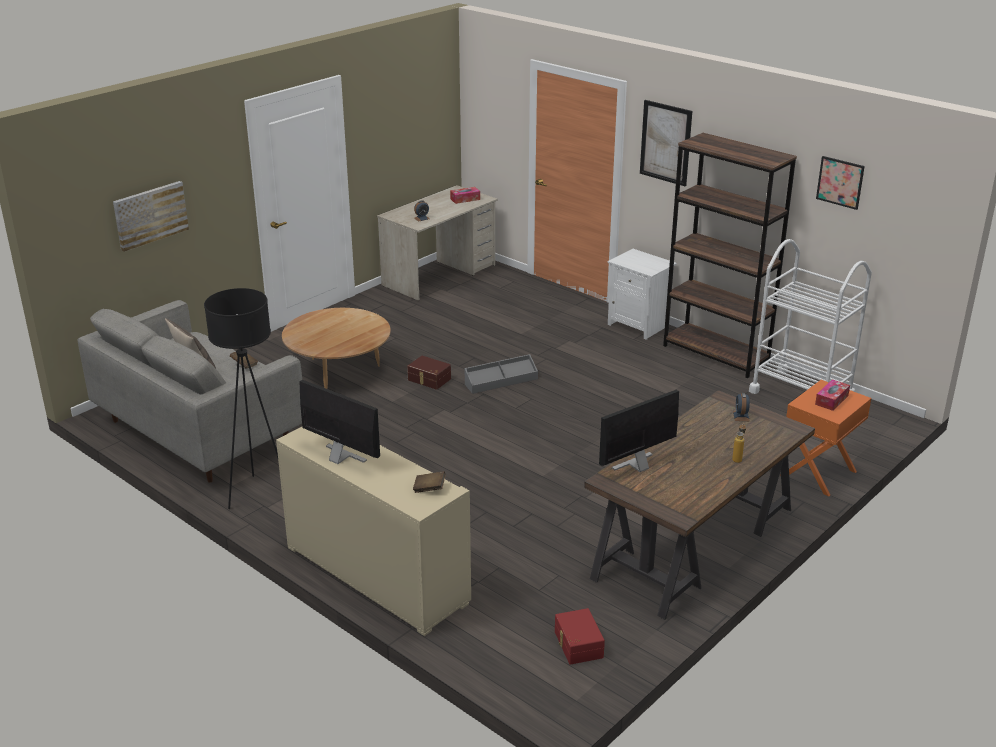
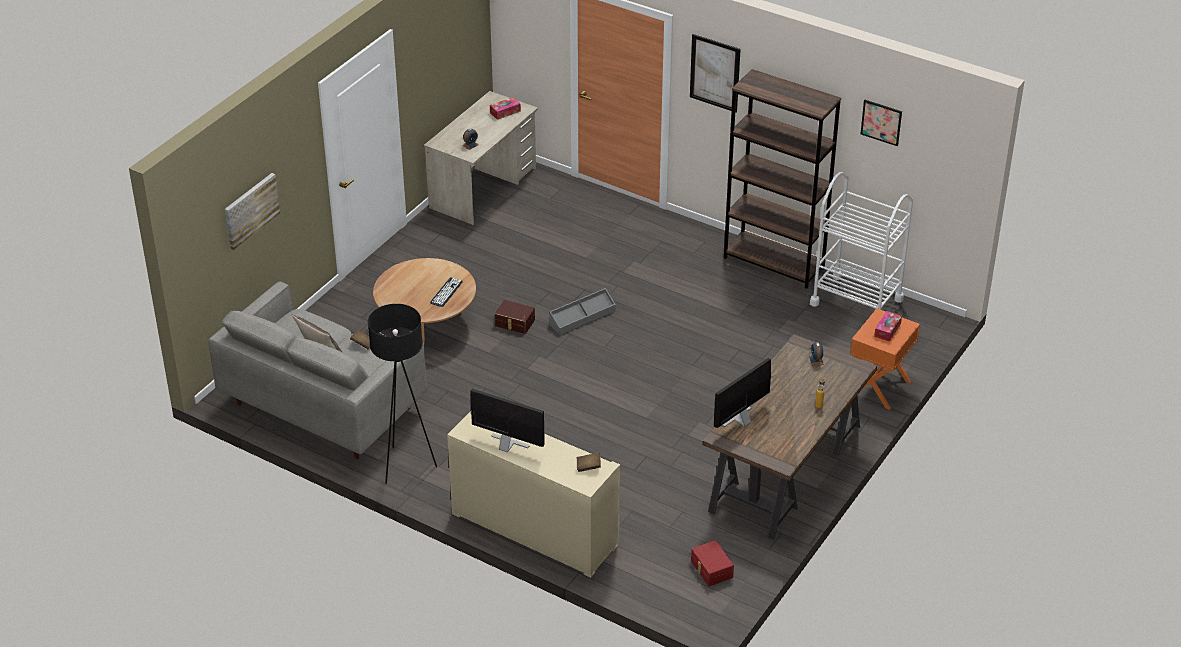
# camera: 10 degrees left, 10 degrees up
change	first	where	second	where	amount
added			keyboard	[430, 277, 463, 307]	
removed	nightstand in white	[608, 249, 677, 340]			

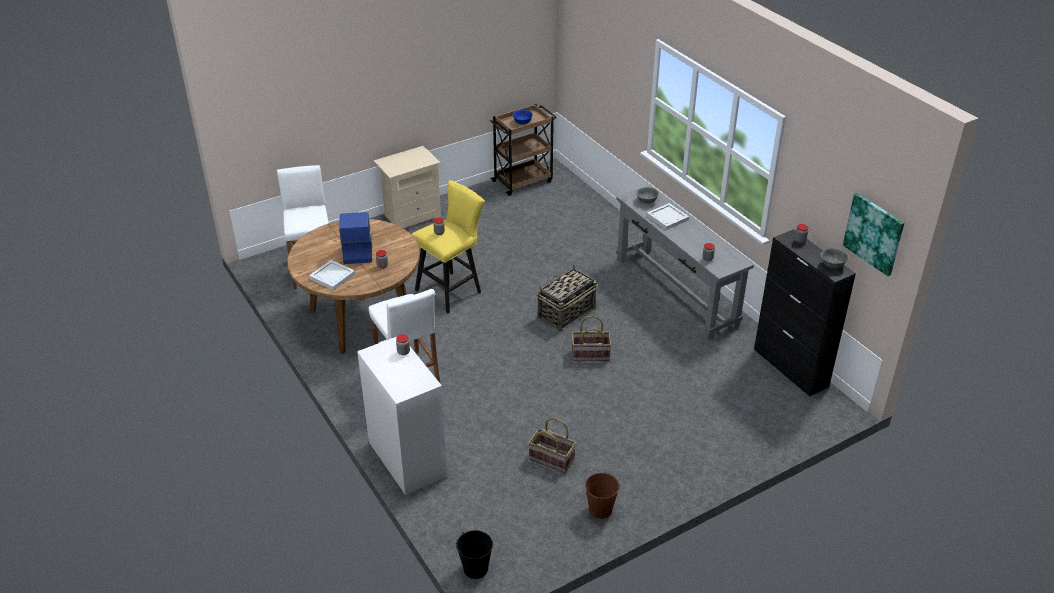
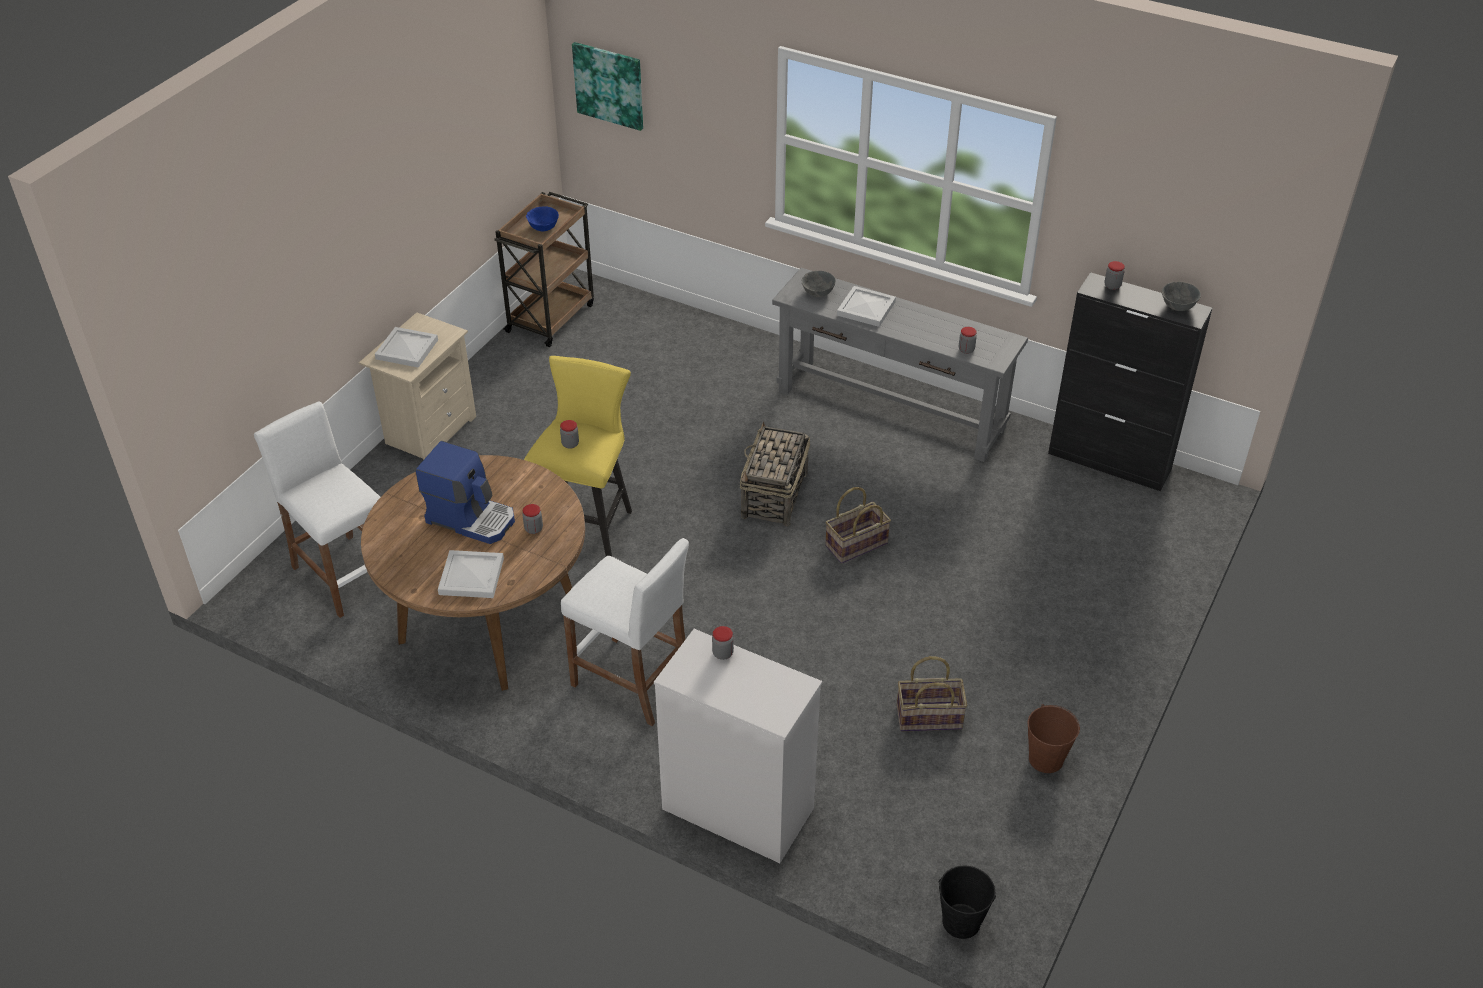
# camera: 30 degrees left, 5 degrees up
change	first	where	second	where	amount
added			tray in white	[375, 327, 438, 368]	
turned	coffee machine	[339, 212, 372, 264]		[416, 441, 515, 544]	150 degrees clockwise
moved	picture	[843, 193, 904, 276]		[572, 42, 643, 131]	

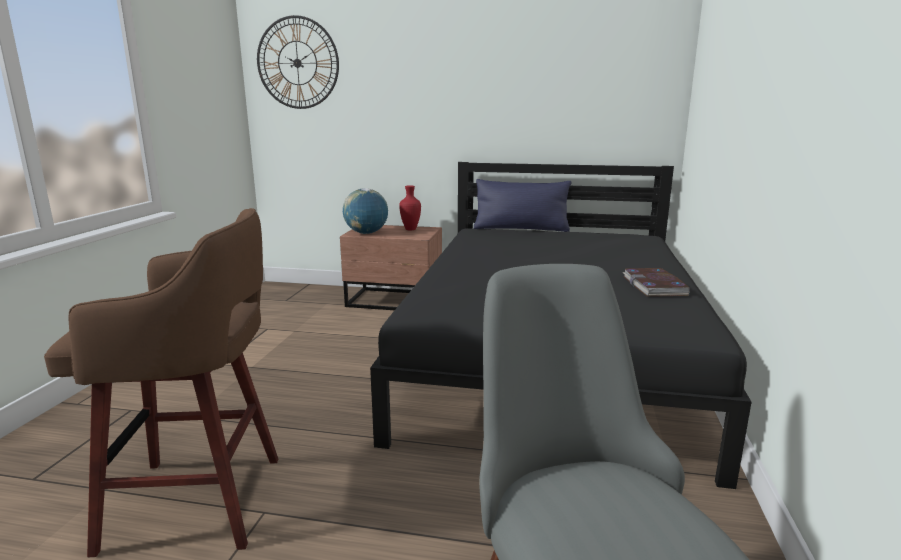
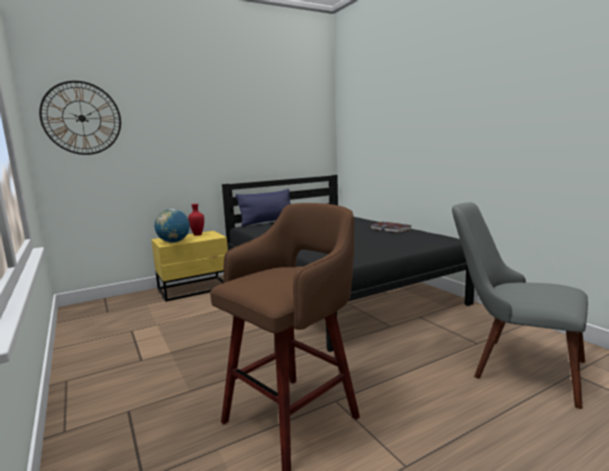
# camera: 40 degrees left, 5 degrees down
change	first	where	second	where	amount
recoloured	nightstand in brown	[340, 225, 442, 310]	nightstand in yellow	[151, 231, 228, 302]	

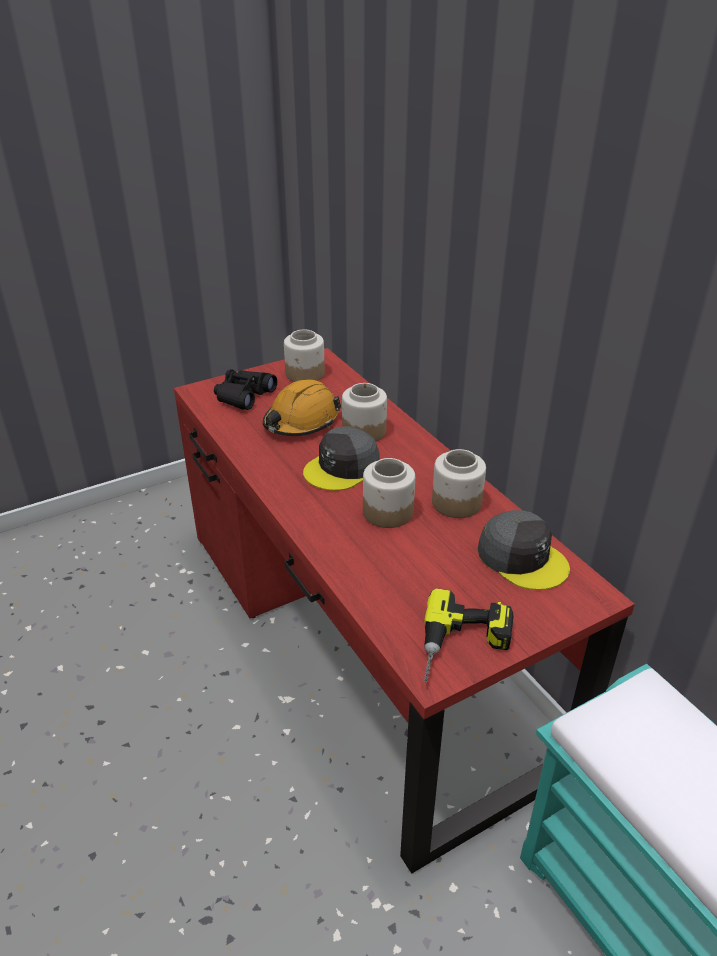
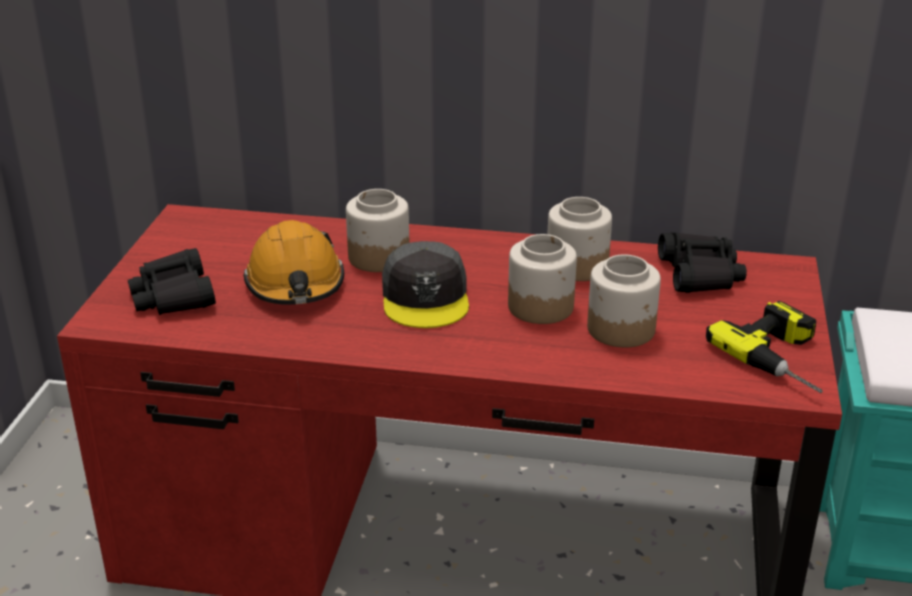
# camera: 50 degrees left, 5 degrees down
change	first	where	second	where	amount
moved	jar	[284, 329, 325, 382]		[587, 254, 661, 348]	
replaced	cap in grey	[478, 510, 570, 590]	binoculars in black	[658, 232, 747, 293]	

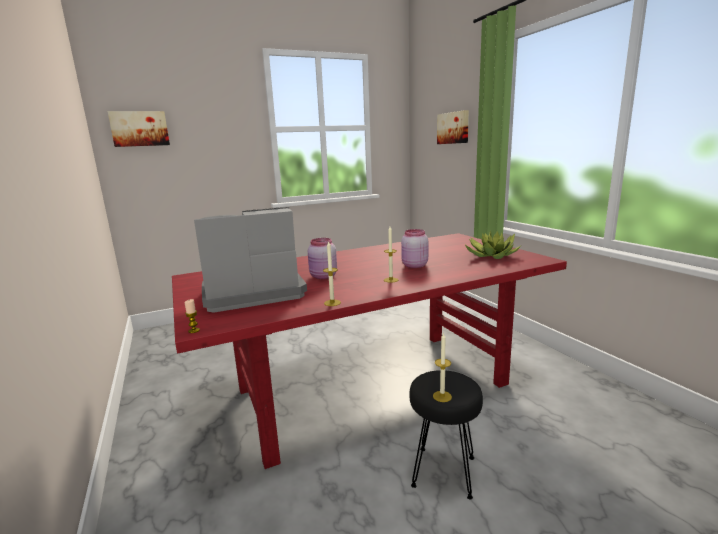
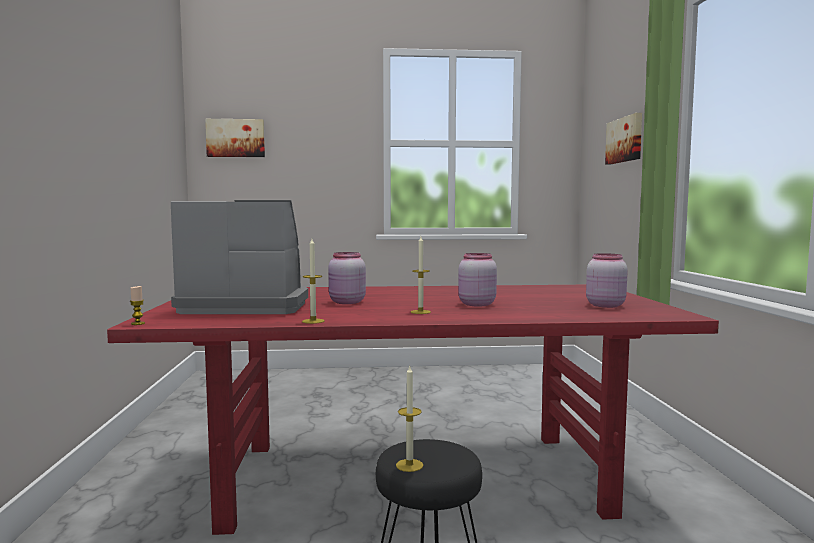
# camera: 20 degrees right, 10 degrees down
change	first	where	second	where	amount
replaced	potted plant	[465, 231, 521, 259]	jar in pink	[586, 253, 628, 308]	

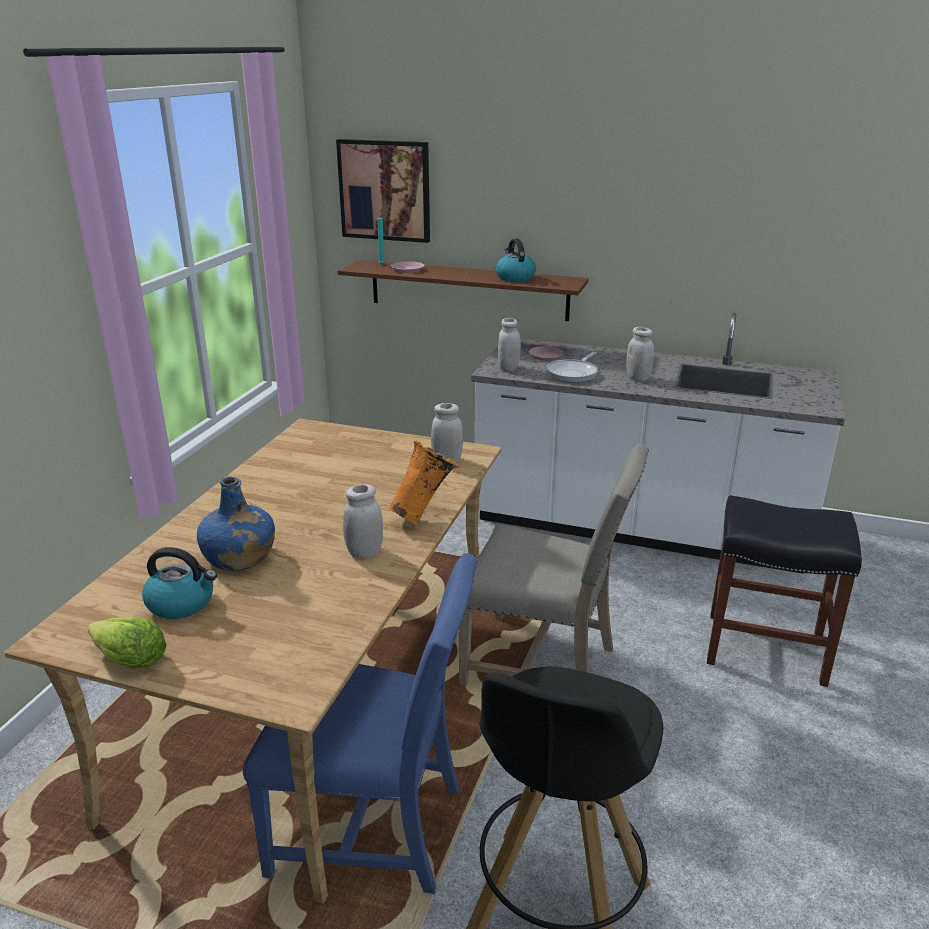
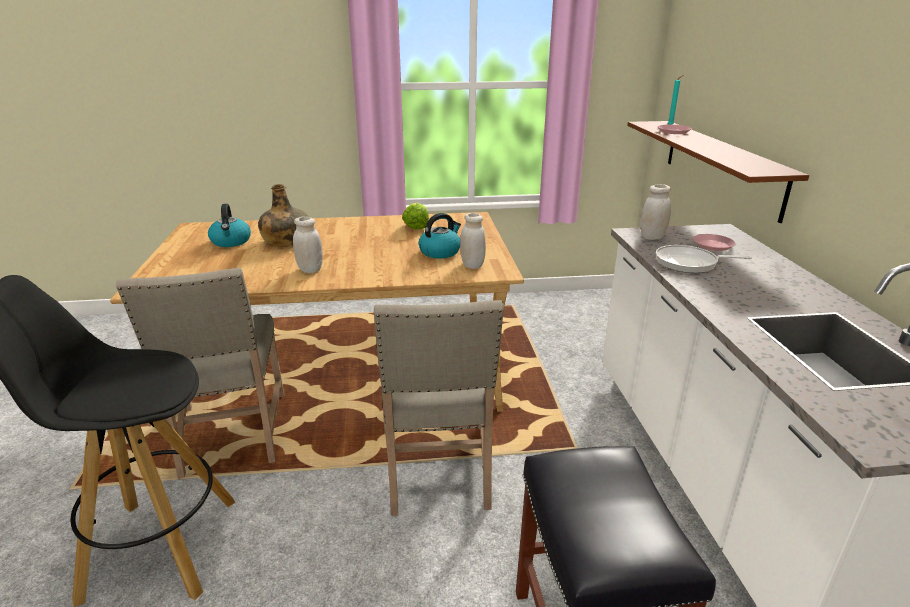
# camera: 65 degrees right, 0 degrees up
change	first	where	second	where	amount
recoloured	chair in blue	[243, 553, 478, 896]	chair in beige	[116, 268, 284, 480]	
recoloured	bottle in blue	[197, 477, 275, 571]	bottle in green	[258, 184, 308, 247]	
moved	lettuce	[87, 617, 167, 669]		[402, 203, 429, 230]	
moved	kettle	[496, 239, 536, 282]		[419, 213, 461, 258]	
removed	picture	[336, 139, 430, 243]			
removed	vase in orange	[389, 441, 459, 525]			
removed	jar in white	[626, 327, 654, 381]			

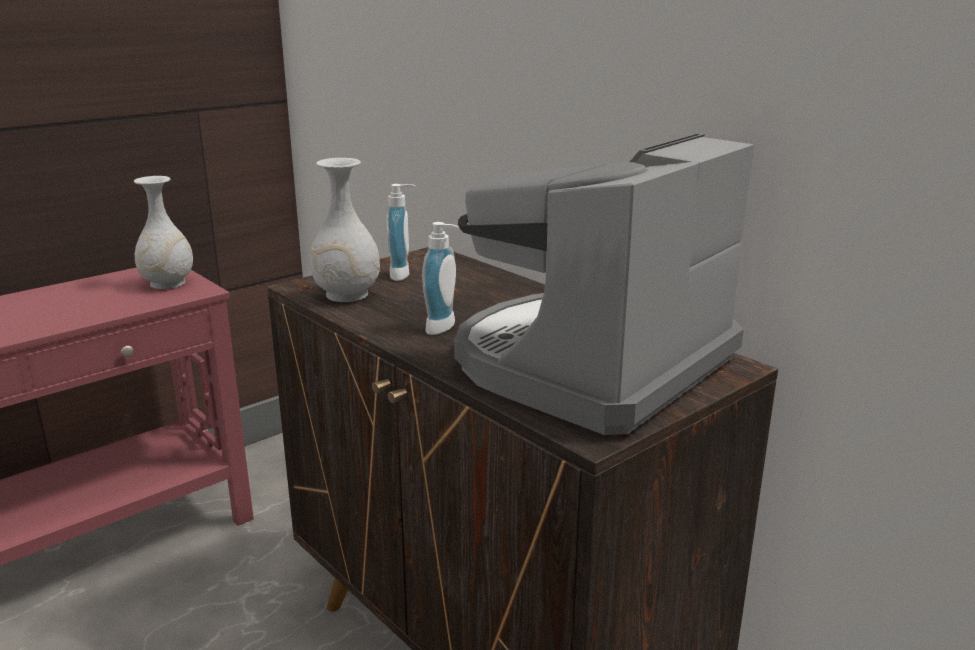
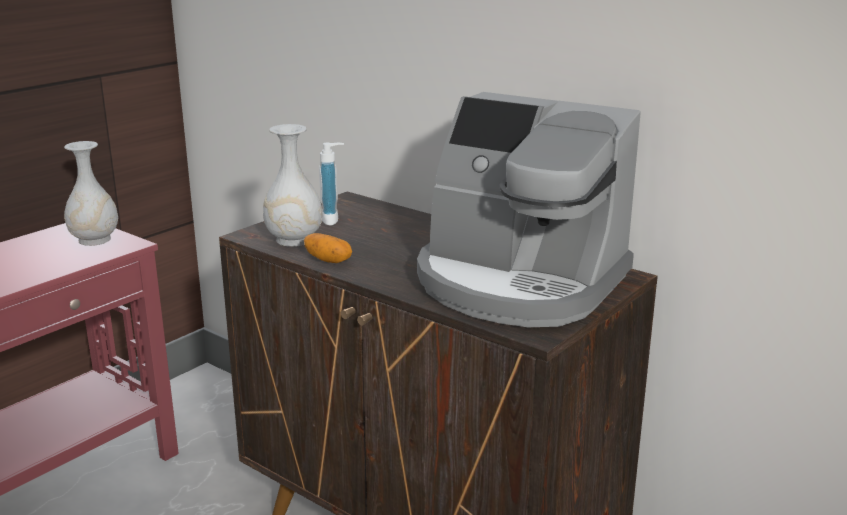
# camera: 10 degrees left, 0 degrees up
change	first	where	second	where	amount
added			potato	[304, 233, 352, 263]	
turned	coffee machine	[454, 133, 755, 435]		[417, 92, 641, 327]	90 degrees counterclockwise
removed	soap dispenser	[422, 222, 459, 335]			

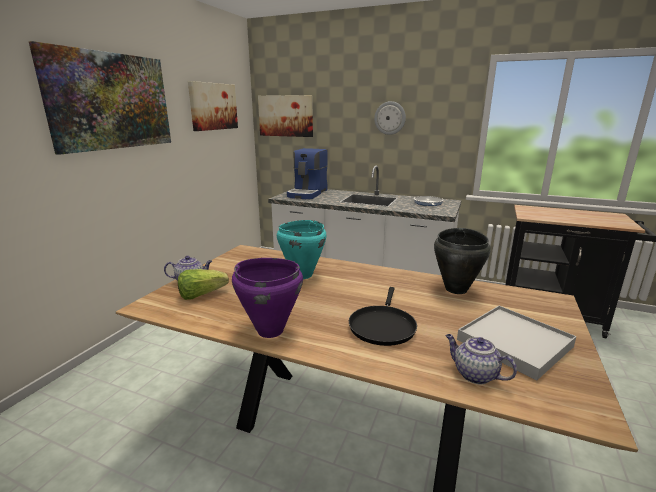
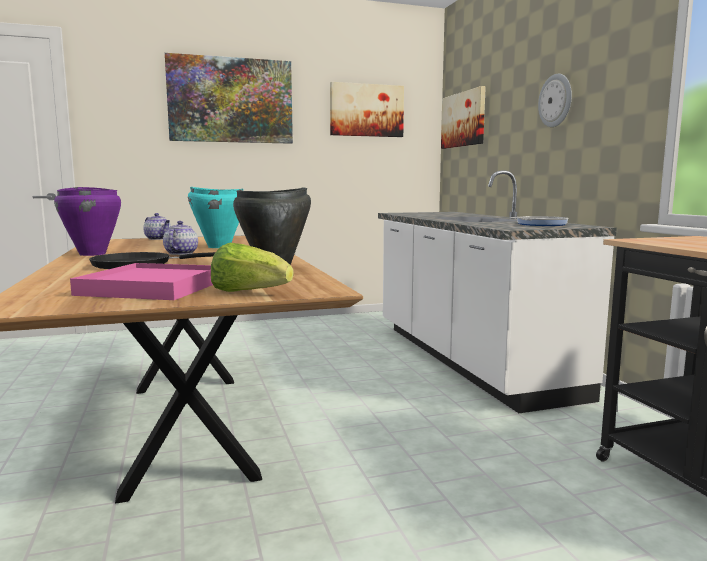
# camera: 50 degrees right, 10 degrees down
change	first	where	second	where	amount
recoloured	tray in white	[457, 306, 577, 381]	tray in pink	[70, 263, 213, 300]	
moved	teapot	[445, 334, 517, 385]		[163, 221, 198, 255]	
moved	lettuce	[178, 269, 229, 300]		[211, 243, 293, 292]	
removed	coffee machine	[287, 148, 328, 199]			

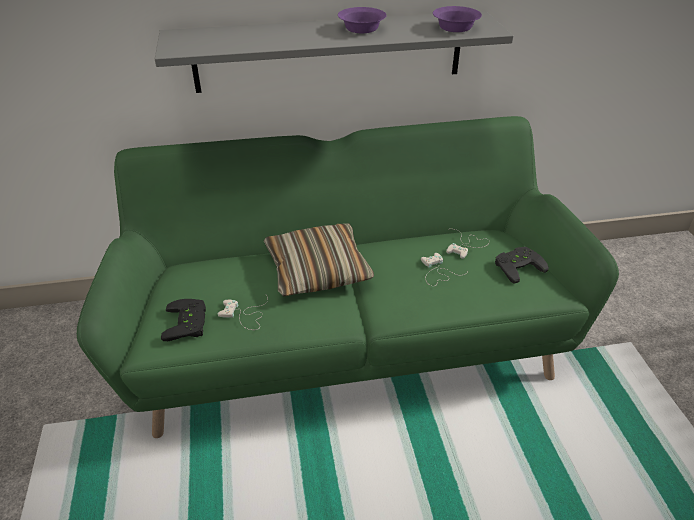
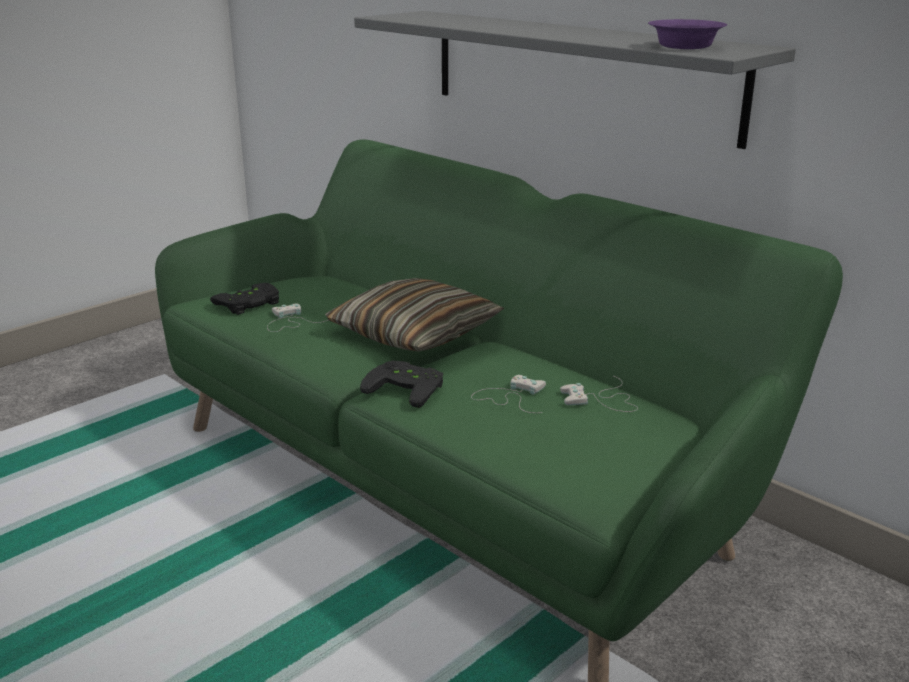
# camera: 55 degrees right, 15 degrees down
change	first	where	second	where	amount
moved	game controller in black	[495, 247, 549, 284]		[360, 360, 443, 408]	
removed	bowl in purple	[338, 7, 387, 33]			

